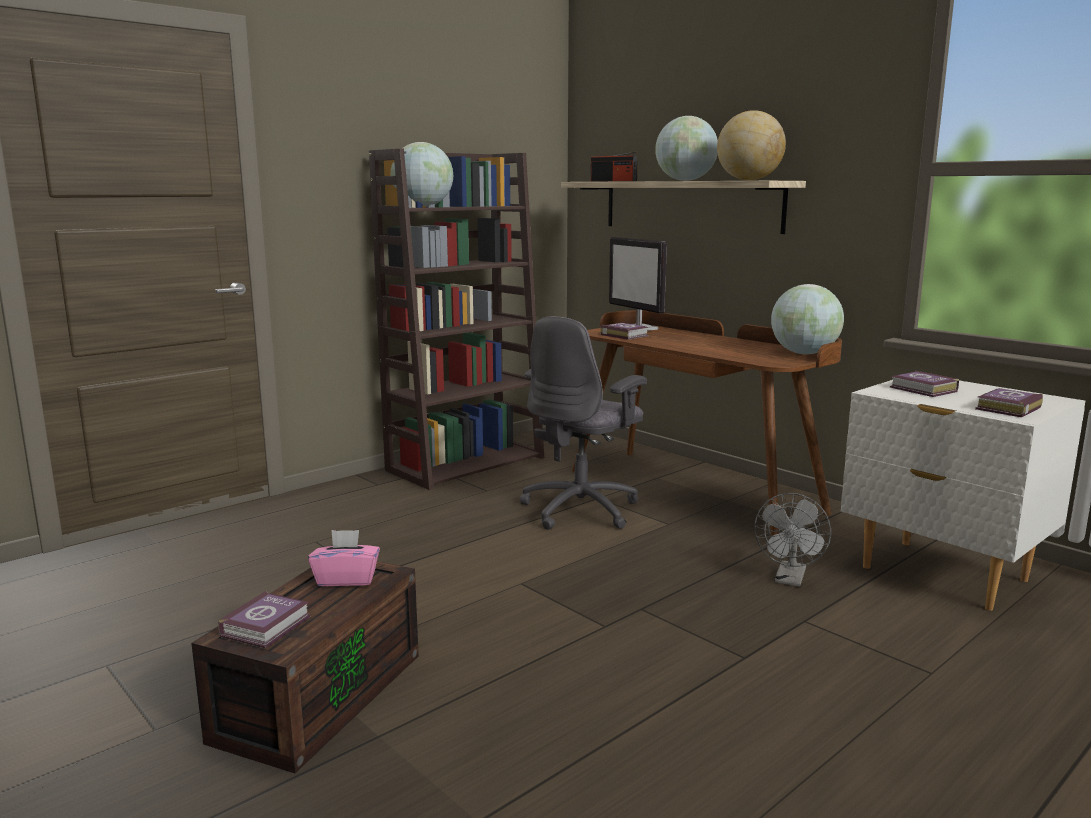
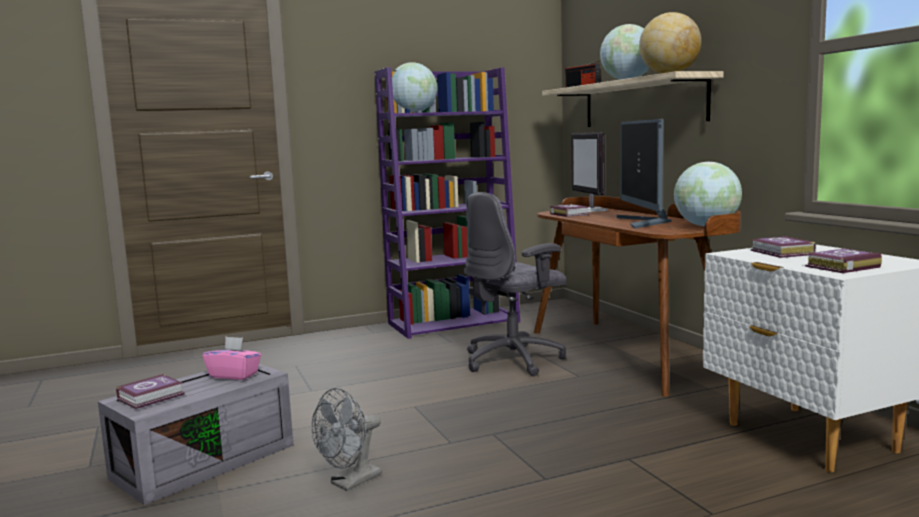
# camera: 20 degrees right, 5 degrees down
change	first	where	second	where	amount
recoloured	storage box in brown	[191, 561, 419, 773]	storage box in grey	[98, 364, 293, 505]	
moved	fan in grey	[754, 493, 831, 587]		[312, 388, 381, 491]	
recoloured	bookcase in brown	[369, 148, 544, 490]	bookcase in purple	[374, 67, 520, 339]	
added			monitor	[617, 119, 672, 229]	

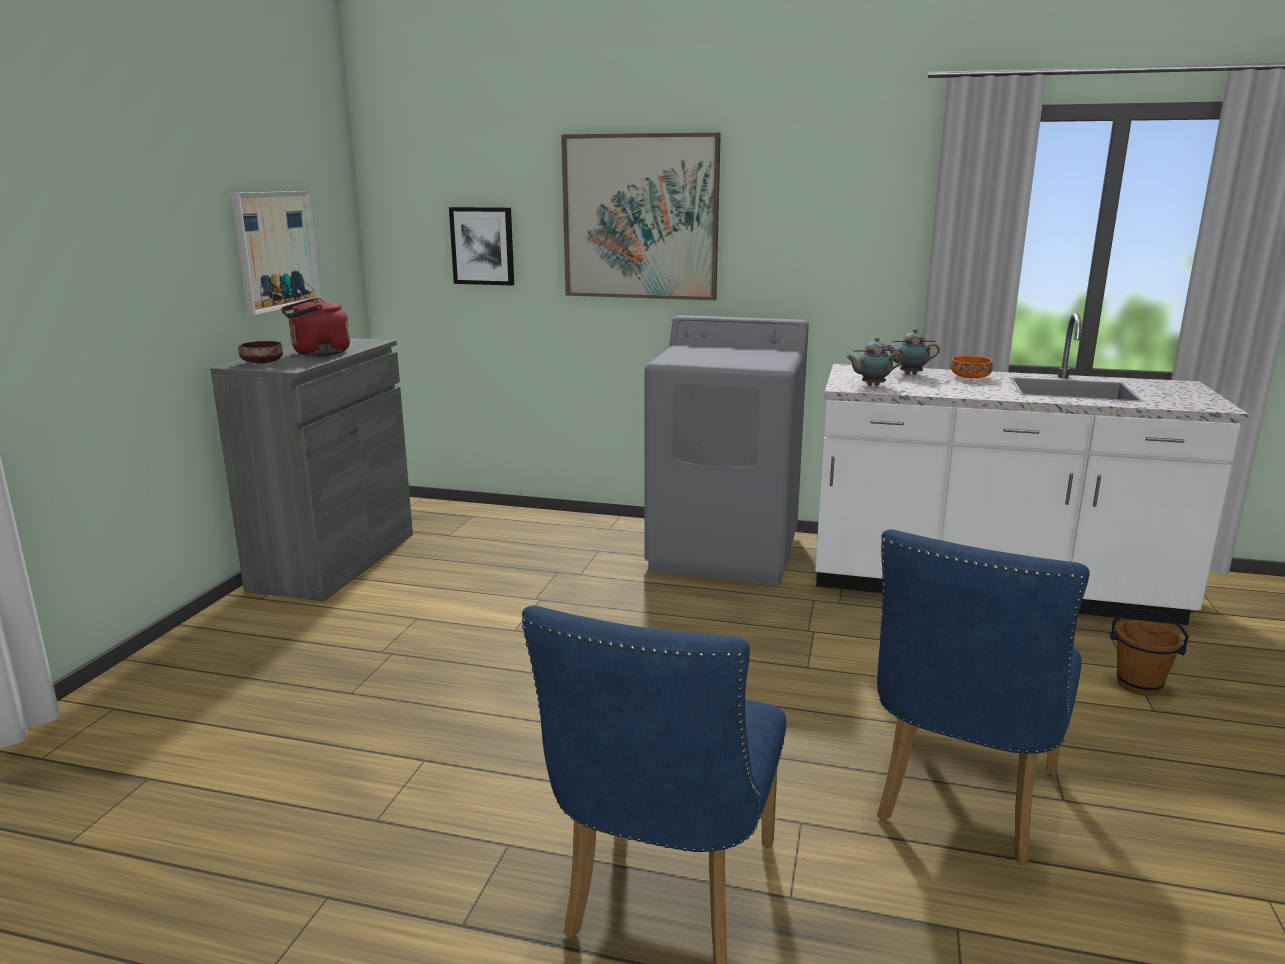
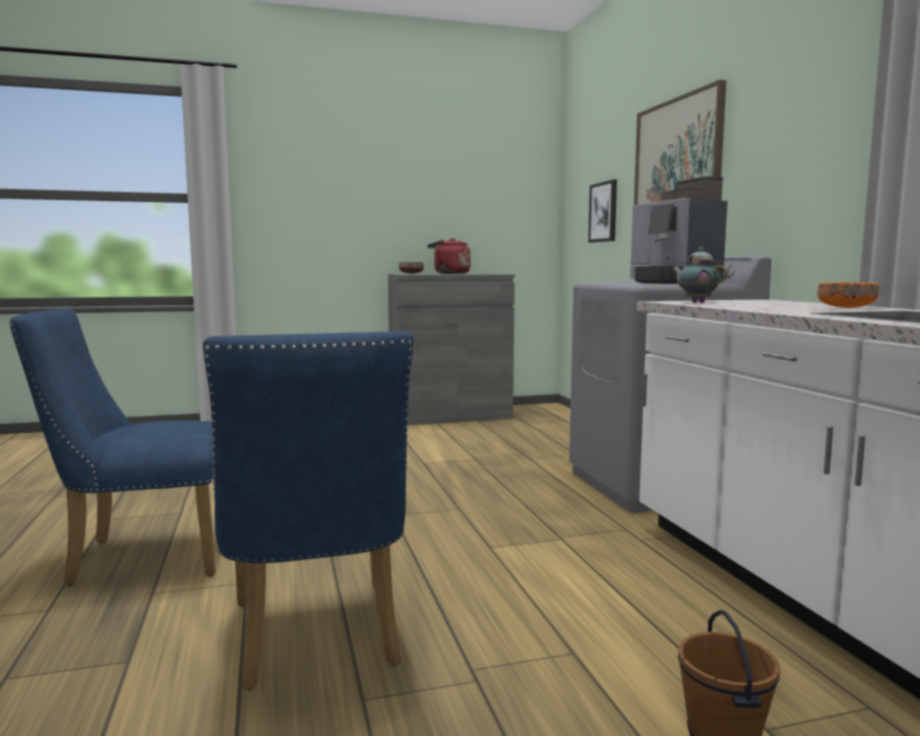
# camera: 60 degrees right, 10 degrees down
change	first	where	second	where	amount
turned	chair in blue	[877, 529, 1090, 865]		[203, 331, 414, 691]	105 degrees counterclockwise
added			coffee machine	[630, 176, 728, 284]	
removed	picture	[231, 191, 321, 315]			
removed	teapot	[887, 329, 940, 375]			

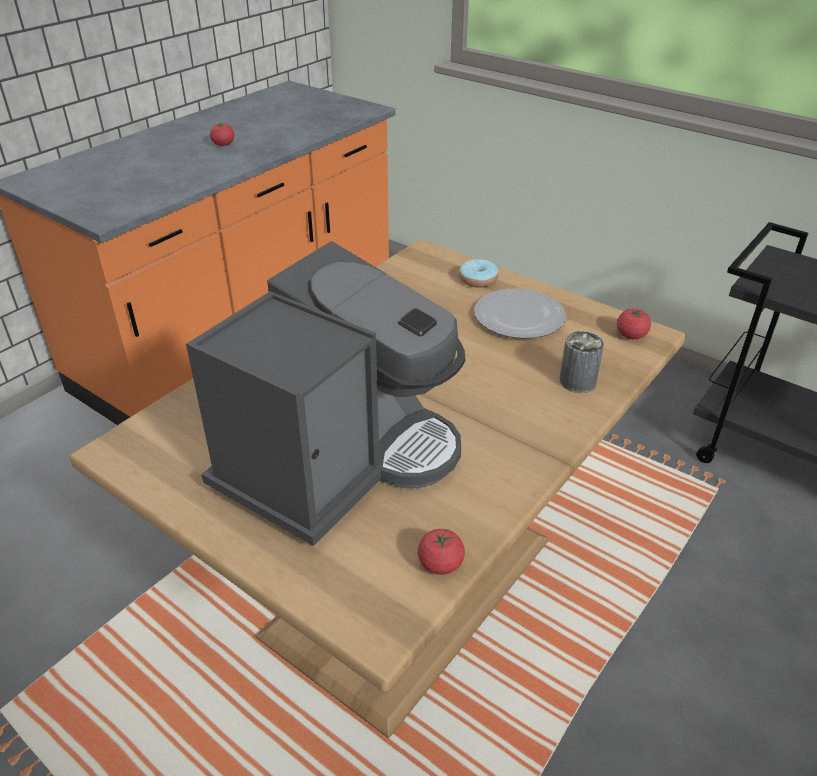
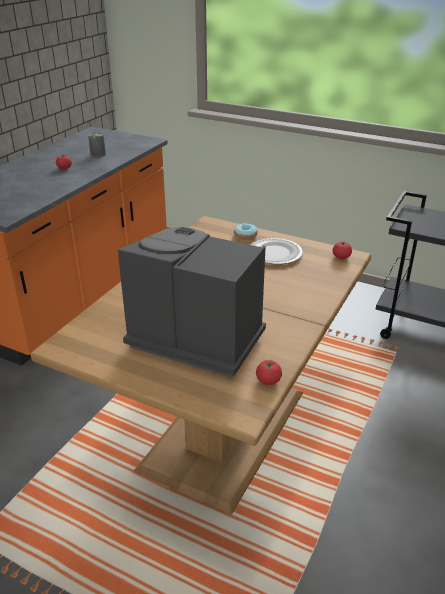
# camera: 10 degrees left, 5 degrees down
change	first	where	second	where	amount
moved	can	[559, 331, 604, 393]		[88, 133, 106, 157]	
turned	coffee machine	[186, 241, 466, 546]		[118, 227, 266, 378]	90 degrees counterclockwise

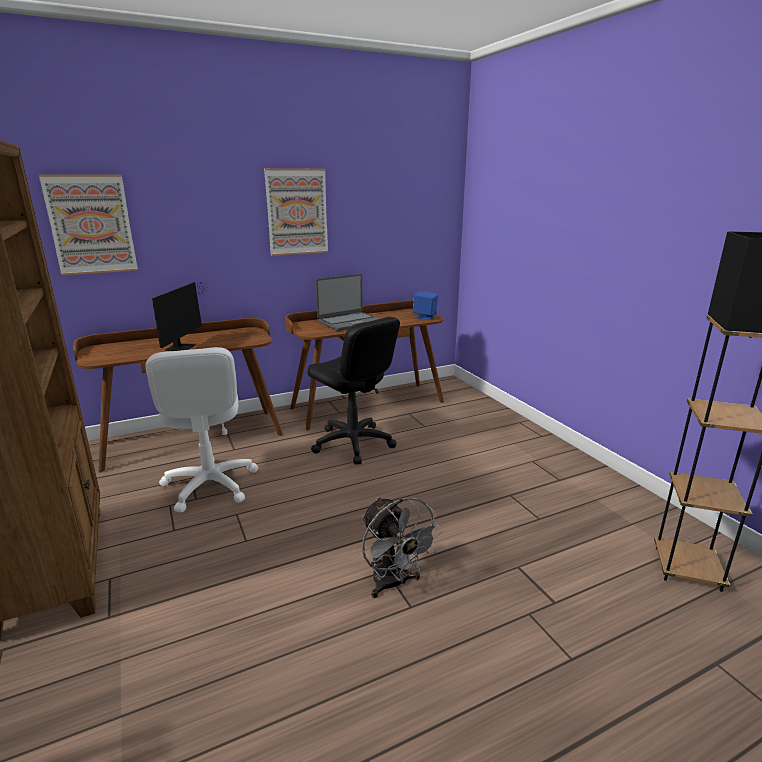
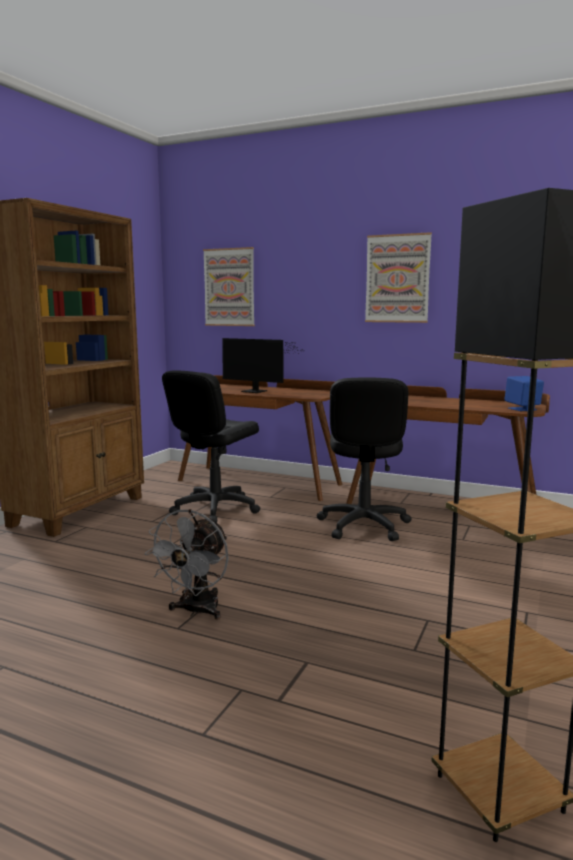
# camera: 50 degrees right, 10 degrees down
change	first	where	second	where	amount
recoloured	office chair in white	[145, 347, 258, 513]	office chair in black	[162, 371, 260, 523]	
turned	monitor	[152, 282, 208, 351]		[222, 338, 298, 393]	60 degrees clockwise
removed	laptop	[316, 274, 380, 331]			

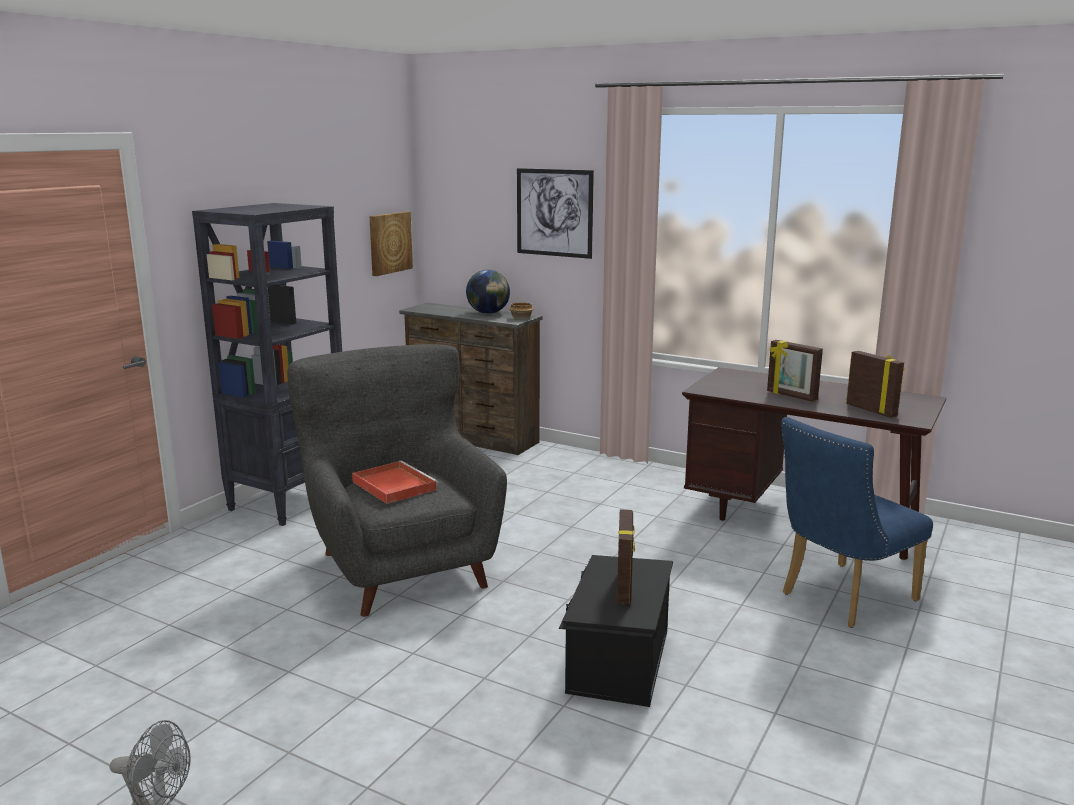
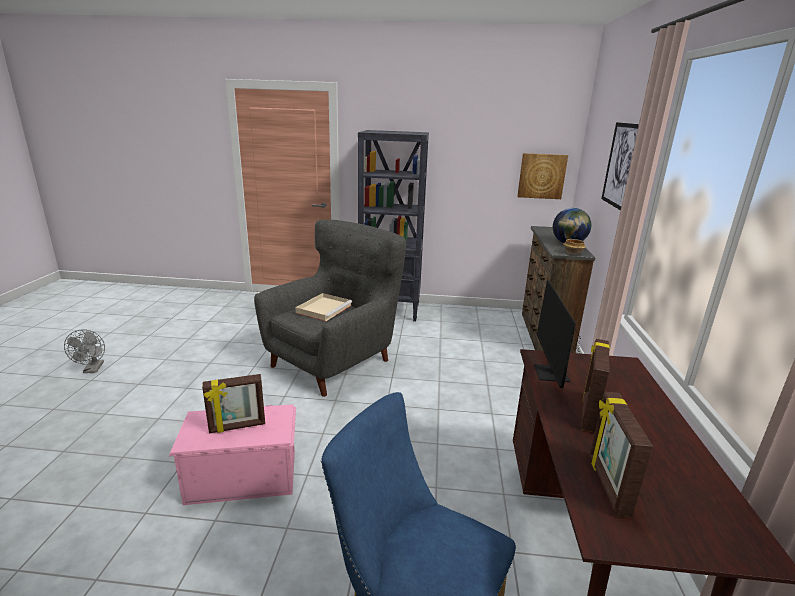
# camera: 65 degrees right, 5 degrees up
change	first	where	second	where	amount
recoloured	storage box in black	[559, 555, 673, 707]	storage box in pink	[169, 404, 296, 505]	
recoloured	tray in red	[352, 461, 438, 504]	tray in beige	[295, 293, 352, 321]	
added			monitor	[534, 279, 584, 388]	
turned	picture frame	[846, 351, 905, 418]		[590, 392, 653, 517]	150 degrees clockwise

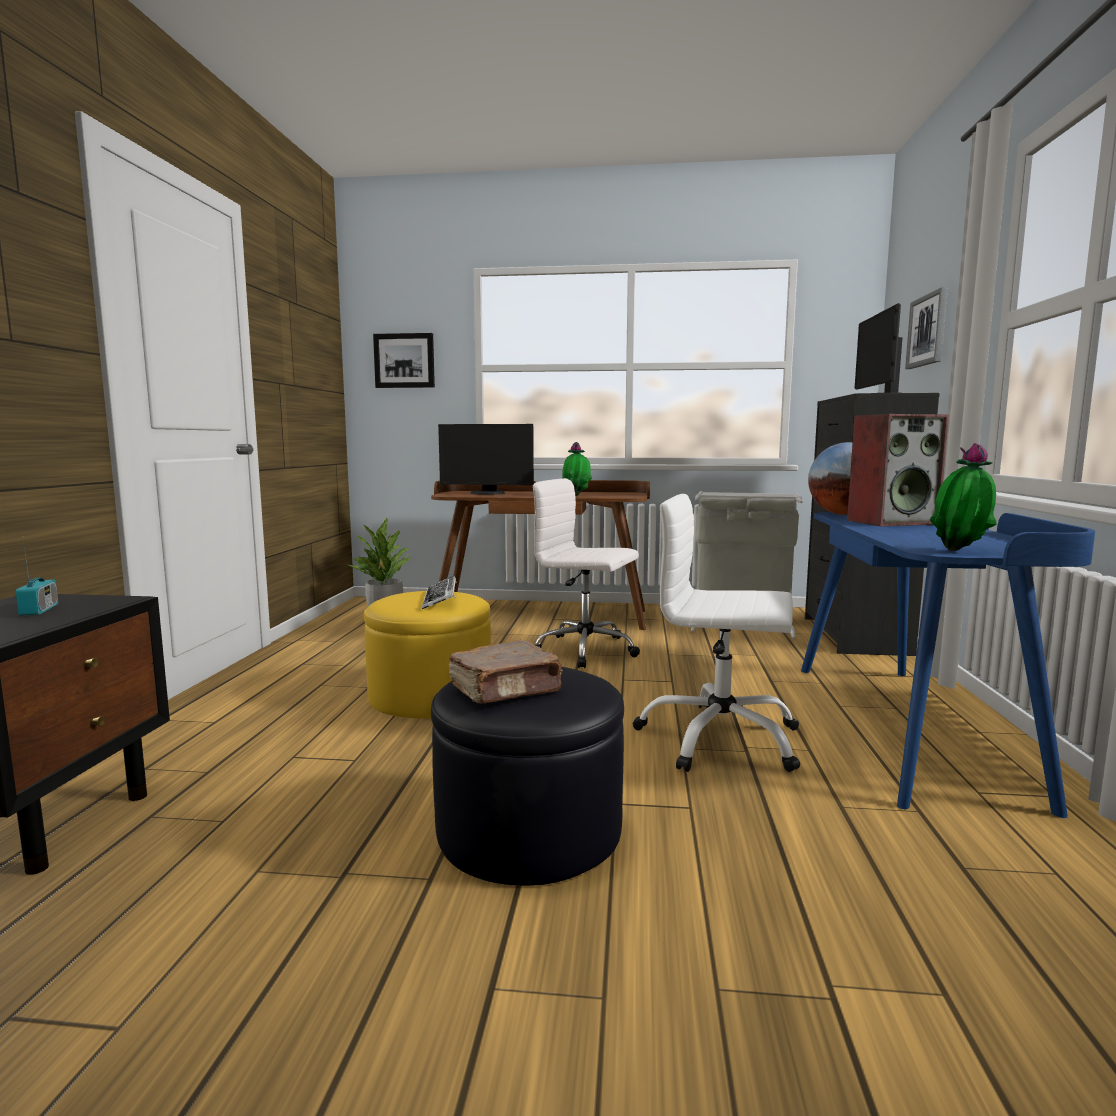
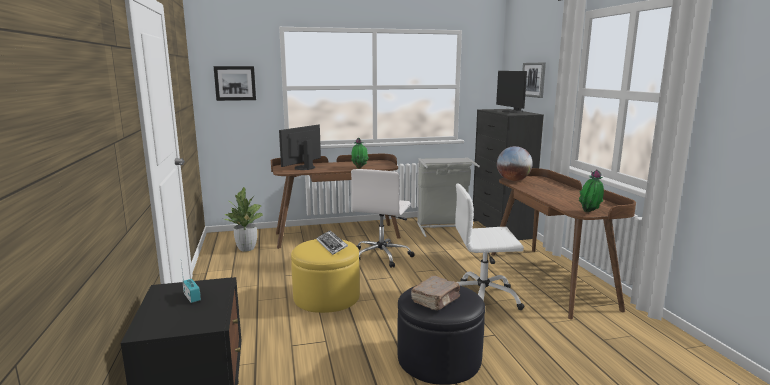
# camera: 20 degrees left, 5 degrees up
change	first	where	second	where	amount
turned	monitor	[438, 424, 534, 495]		[279, 124, 321, 170]	135 degrees clockwise
turned	office chair in white	[533, 478, 640, 668]		[351, 169, 415, 268]	75 degrees counterclockwise
recoloured	desk in blue	[801, 512, 1095, 818]	desk in brown	[491, 168, 636, 319]	
removed	speaker	[847, 414, 949, 526]			

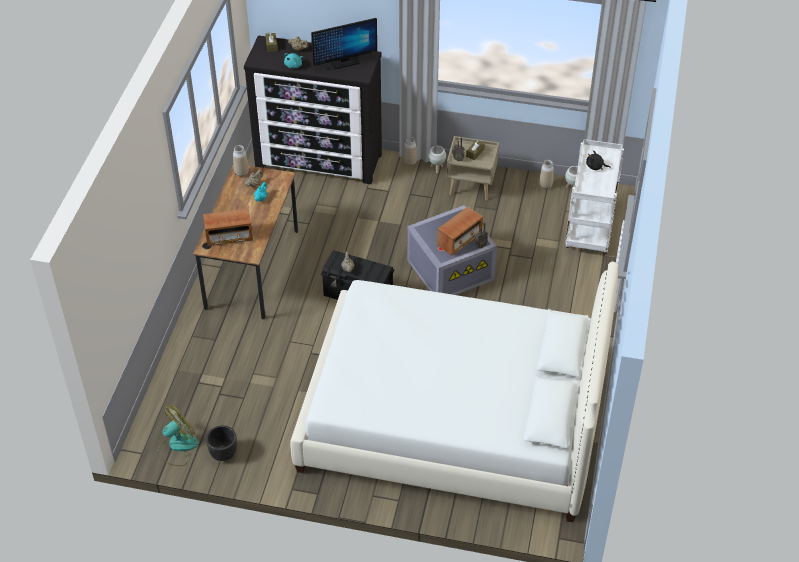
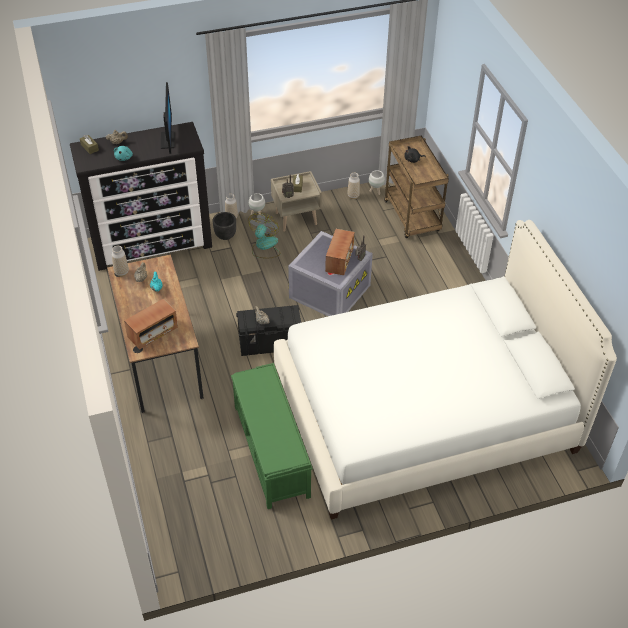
# camera: 30 degrees left, 0 degrees up
change	first	where	second	where	amount
turned	monitor	[311, 18, 377, 69]		[161, 82, 175, 154]	45 degrees counterclockwise
moved	planter in black	[206, 425, 237, 461]		[213, 212, 236, 240]	
added			bench in green	[231, 363, 313, 509]	
moved	fan	[157, 405, 199, 466]		[248, 213, 280, 259]	
recoloured	cart in white	[565, 139, 624, 254]	cart in brown	[384, 135, 449, 238]	

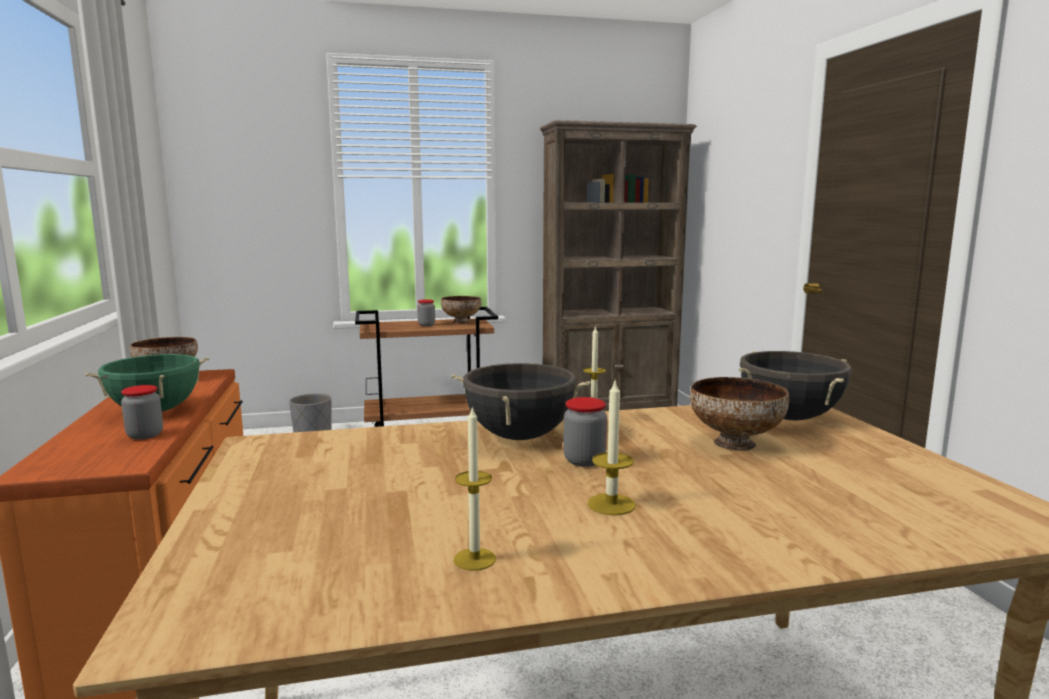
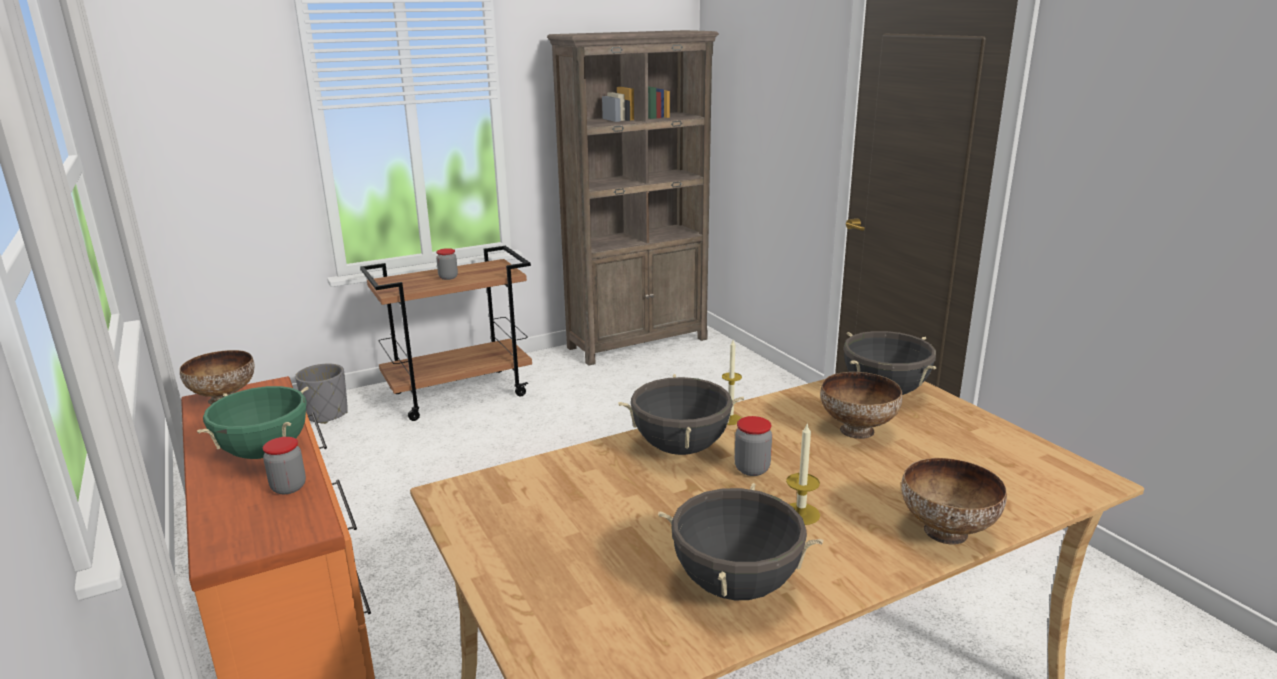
# camera: 15 degrees left, 10 degrees up
change	first	where	second	where	amount
replaced	candle	[454, 406, 496, 571]	cooking pot in black	[658, 483, 824, 600]	
moved	bowl	[441, 296, 481, 324]		[901, 458, 1007, 545]	

